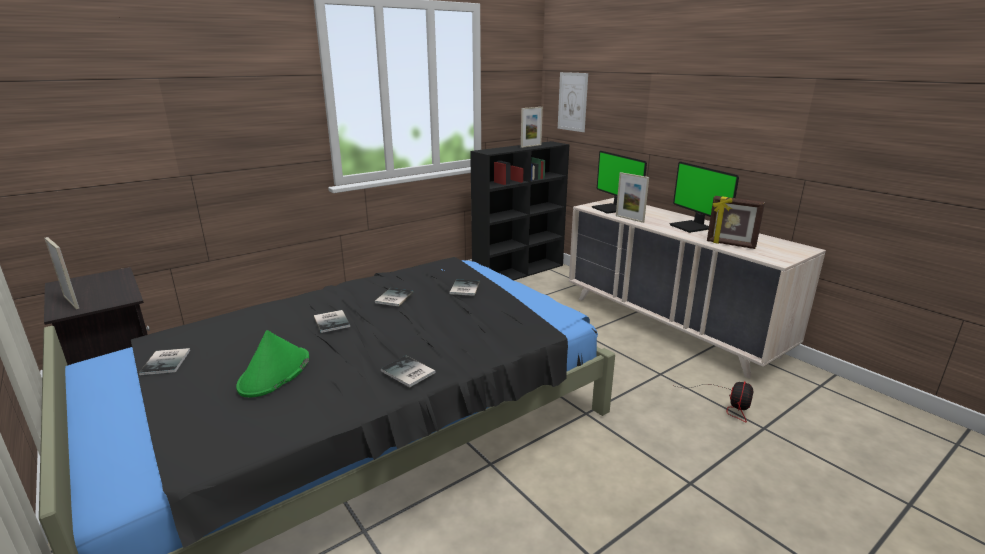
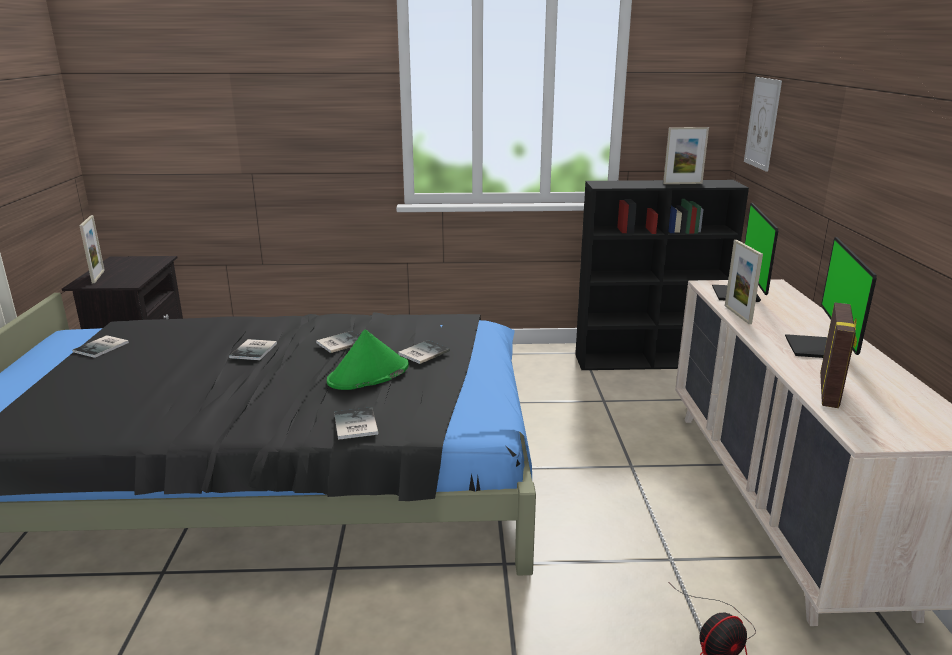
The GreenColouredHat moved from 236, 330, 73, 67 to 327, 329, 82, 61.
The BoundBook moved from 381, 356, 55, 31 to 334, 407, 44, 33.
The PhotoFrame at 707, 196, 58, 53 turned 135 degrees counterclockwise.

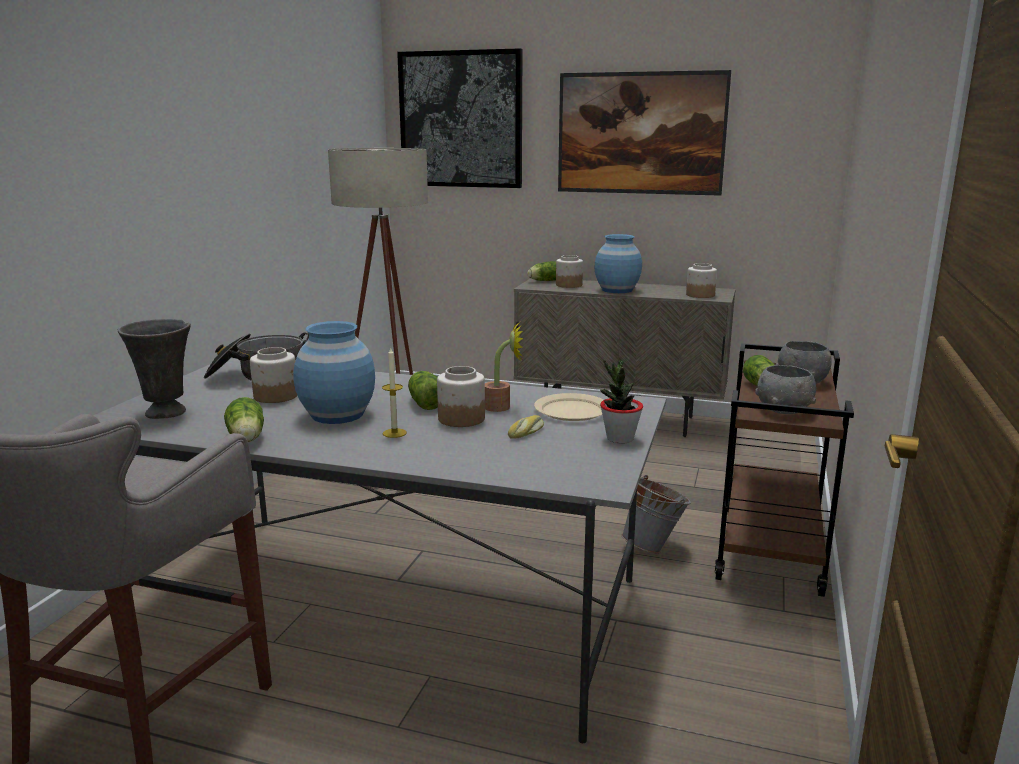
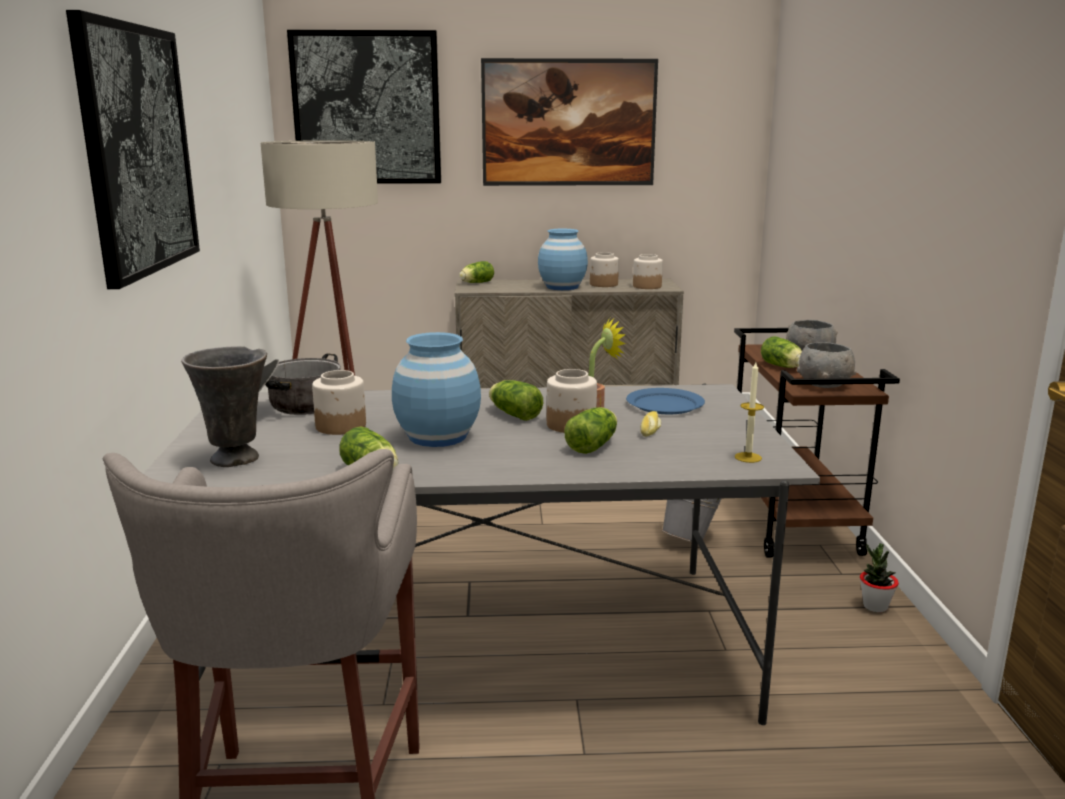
The WaxCandle moved from 382, 348, 25, 90 to 735, 362, 29, 101.
The BeigeDinnerPlate at 534, 393, 70, 28 became the BluishDinnerPlate at 626, 388, 79, 26.
The Jar moved from 556, 255, 27, 33 to 590, 252, 29, 35.
The PottedPlant moved from 600, 359, 43, 85 to 860, 543, 39, 70.
The WallPicture at 66, 10, 134, 279 appeared.
The Lettuce at 564, 407, 53, 47 appeared.

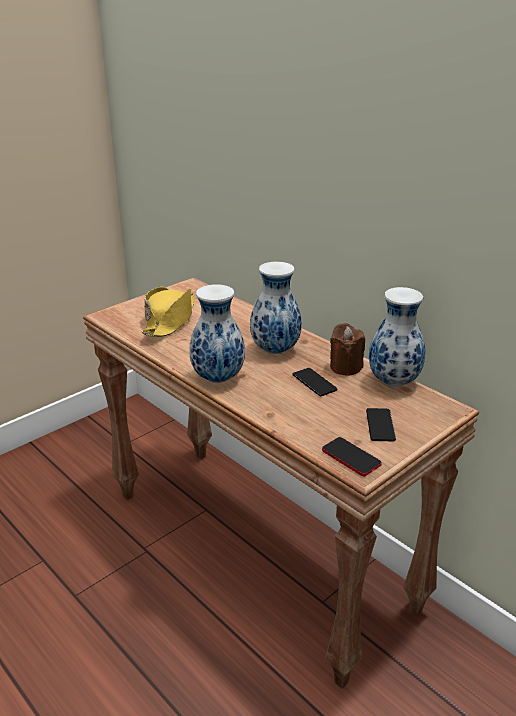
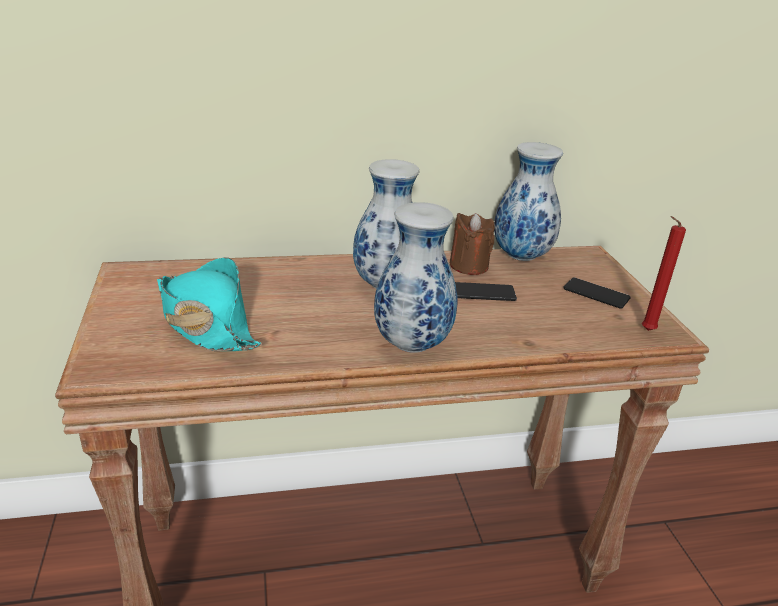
The YellowishHat at 141, 287, 54, 50 became the TurquoiseHat at 157, 257, 105, 94.
The Telephone at 322, 437, 60, 40 was replaced by the ReddishWaxCandle at 642, 216, 44, 115.

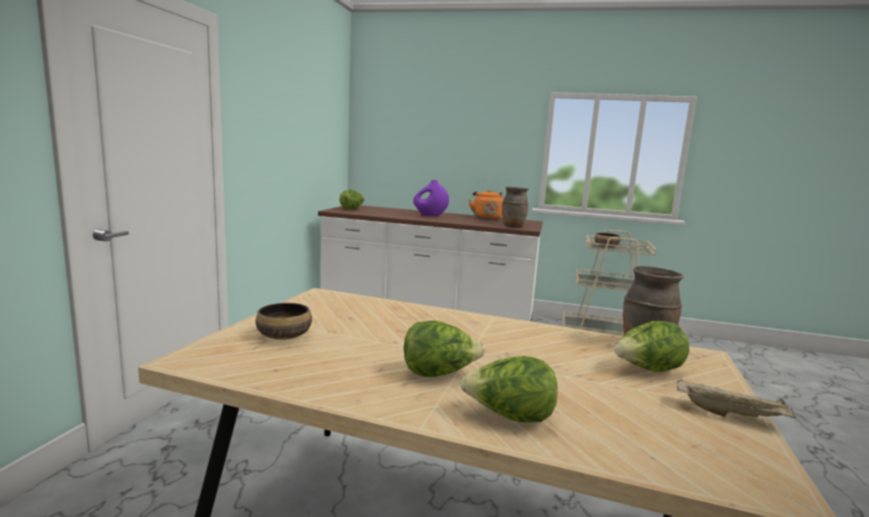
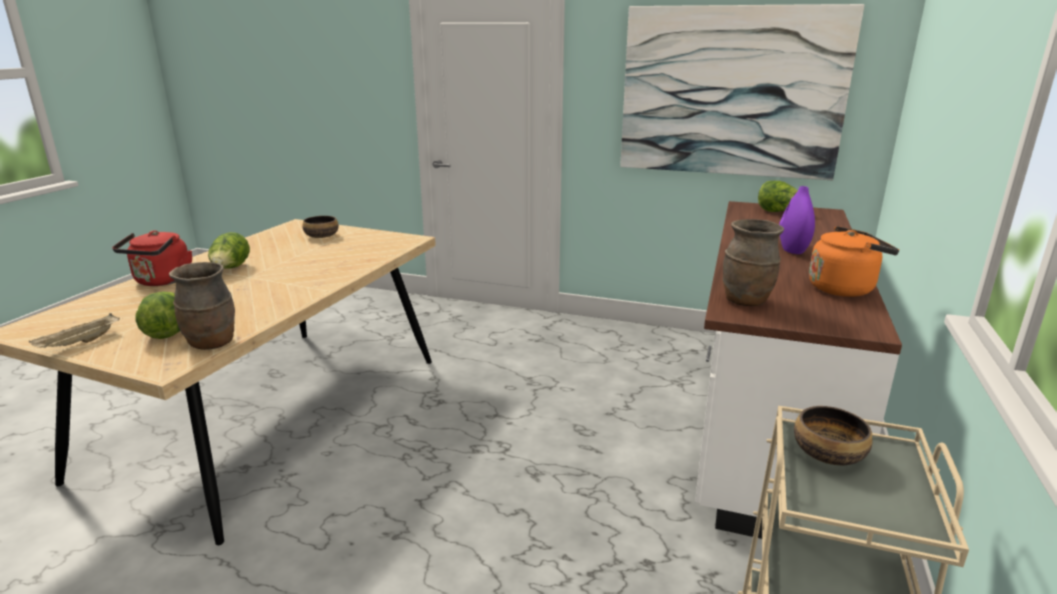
The Lettuce at 460, 356, 98, 66 was replaced by the ReddishTeaKettle at 112, 231, 80, 55.
The WallPicture at 620, 4, 244, 176 appeared.

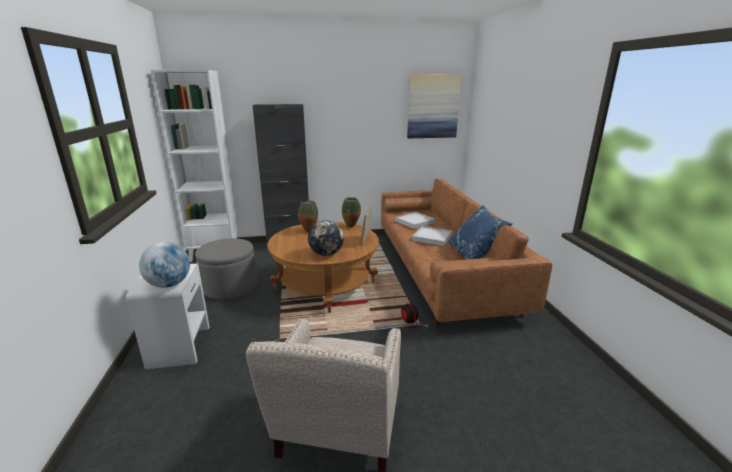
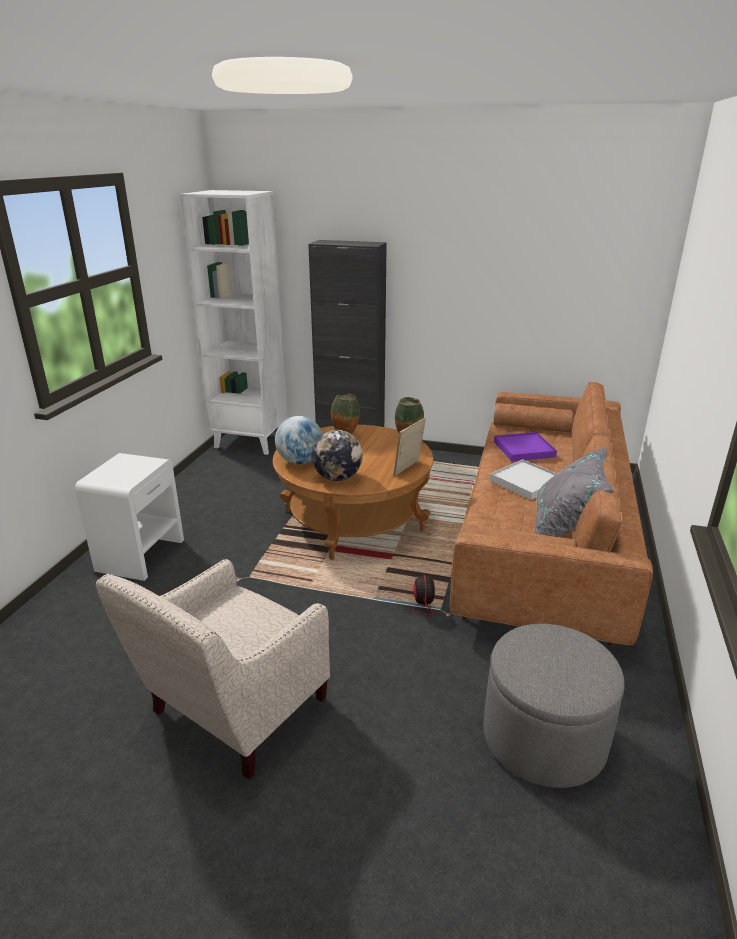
The Globe moved from 139, 242, 51, 46 to 275, 416, 47, 48.
The GreyOttoman moved from 195, 238, 62, 61 to 484, 624, 141, 164.
The WhiteColouredCarryingTray at 395, 212, 40, 17 became the PurpleColouredCarryingTray at 494, 432, 63, 29.
The WallPicture at 407, 74, 54, 64 disappeared.
The BluishCushion at 448, 205, 64, 55 became the GreyCushion at 535, 446, 79, 91.

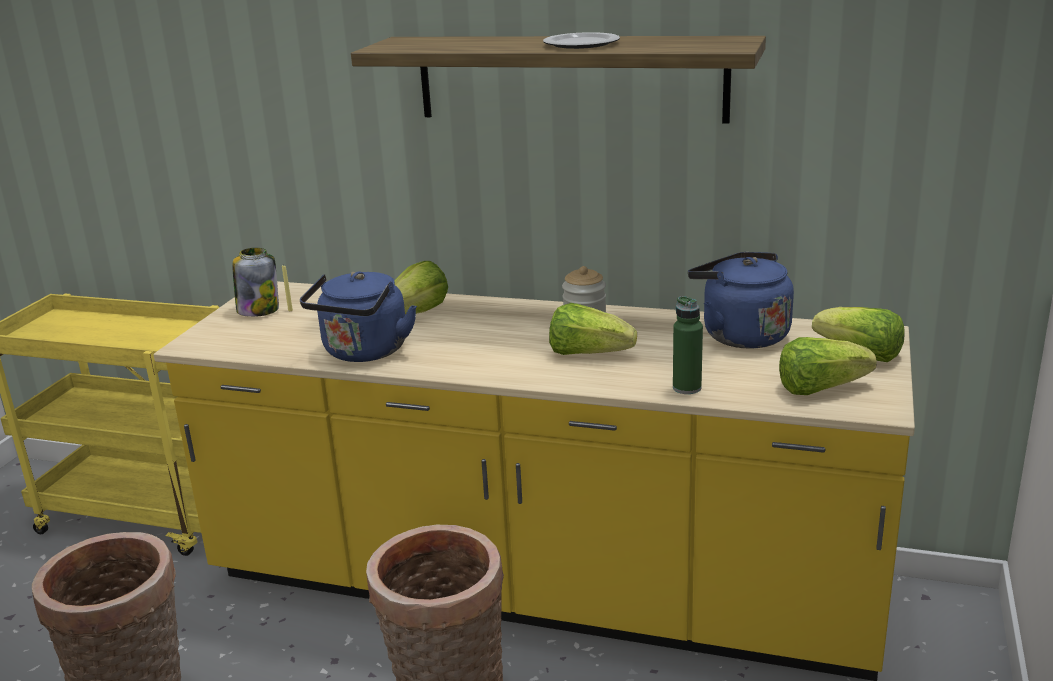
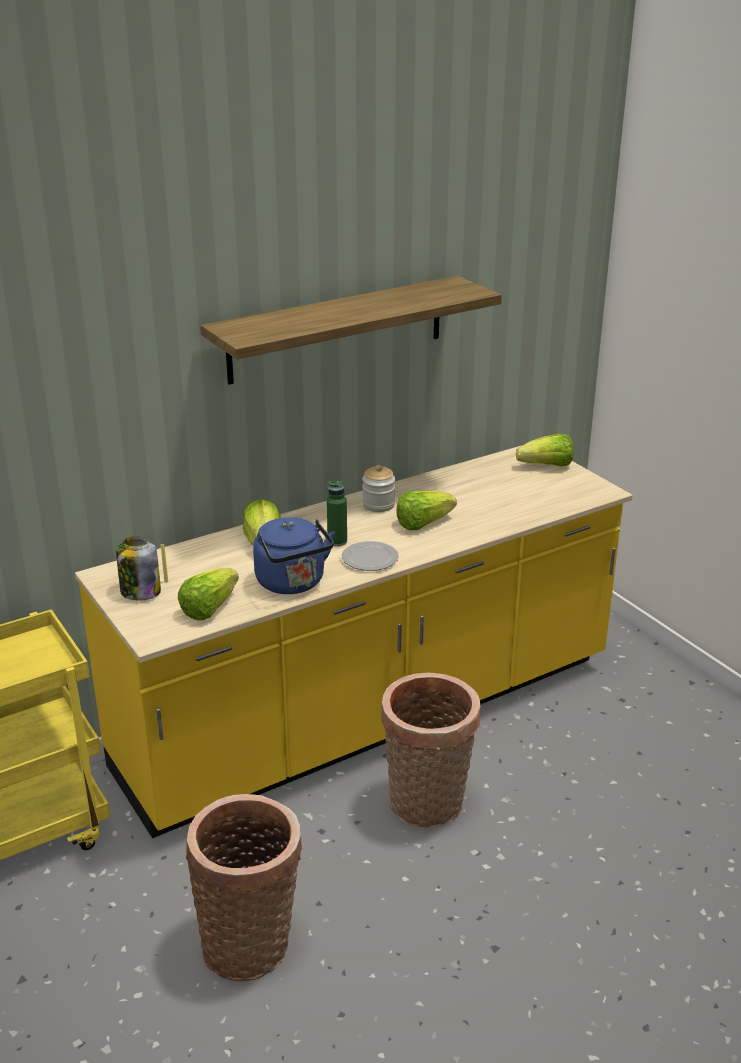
The DinnerPlate moved from 543, 32, 77, 17 to 342, 541, 57, 30.
The GreenColouredDrinkBottle moved from 673, 296, 30, 98 to 327, 481, 20, 65.
The BluishTeaKettle at 688, 252, 106, 97 disappeared.
The Lettuce moved from 779, 337, 98, 58 to 178, 568, 61, 52.

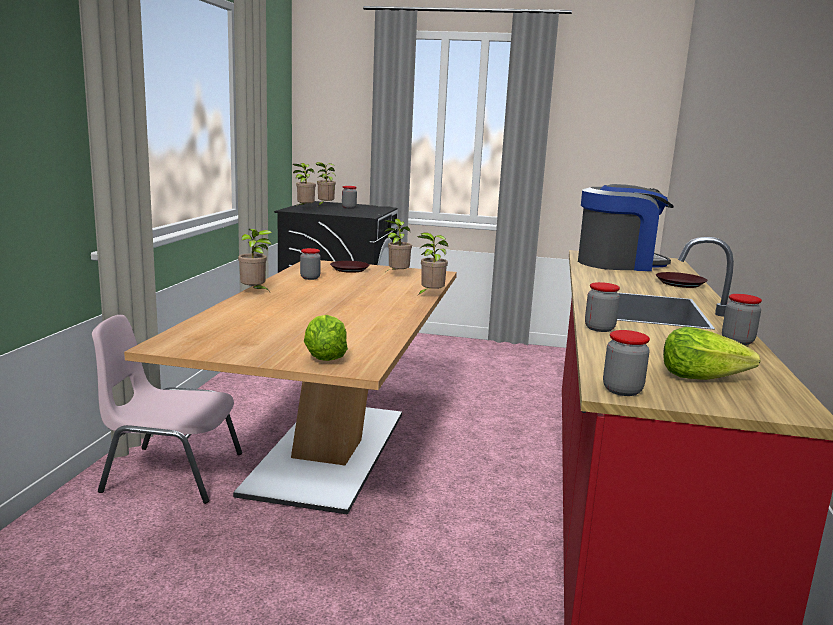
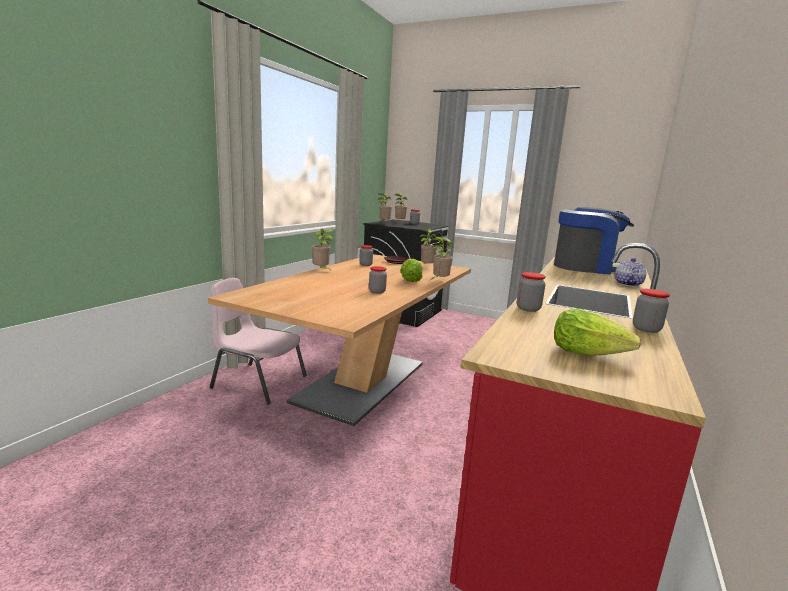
The Lettuce moved from 304, 315, 44, 46 to 400, 259, 23, 23.
The Jar moved from 603, 330, 47, 66 to 369, 266, 18, 28.
The BrownishDinnerPlate at 656, 272, 51, 16 was replaced by the PotForTea at 615, 258, 31, 29.

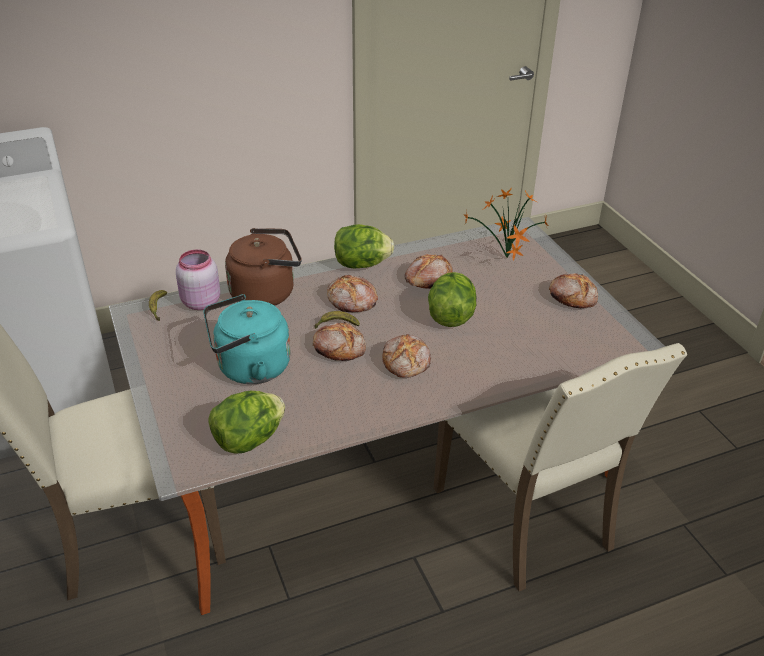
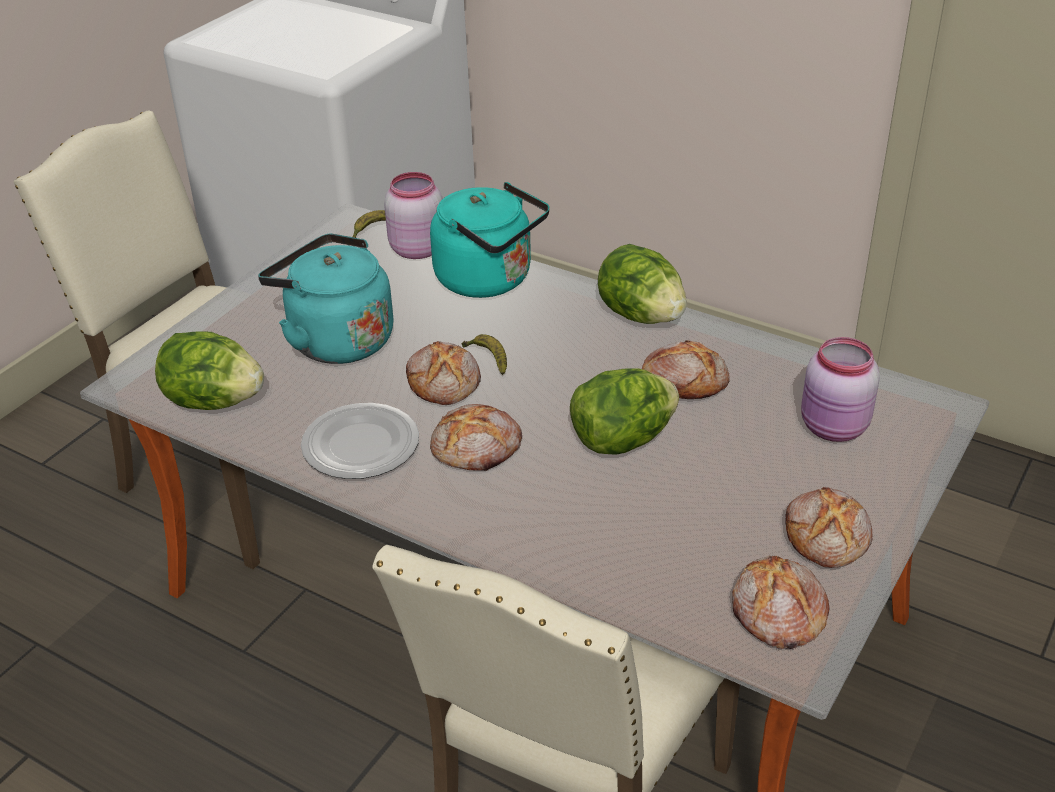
The BrownishTeaKettle at 225, 228, 77, 78 became the TurquoiseTeaKettle at 430, 182, 120, 116.
The Bread moved from 327, 275, 51, 37 to 732, 556, 98, 93.
The PottedPlant at 464, 189, 85, 71 was replaced by the PinkishJar at 801, 337, 79, 105.
The DinnerPlate at 301, 403, 118, 76 appeared.

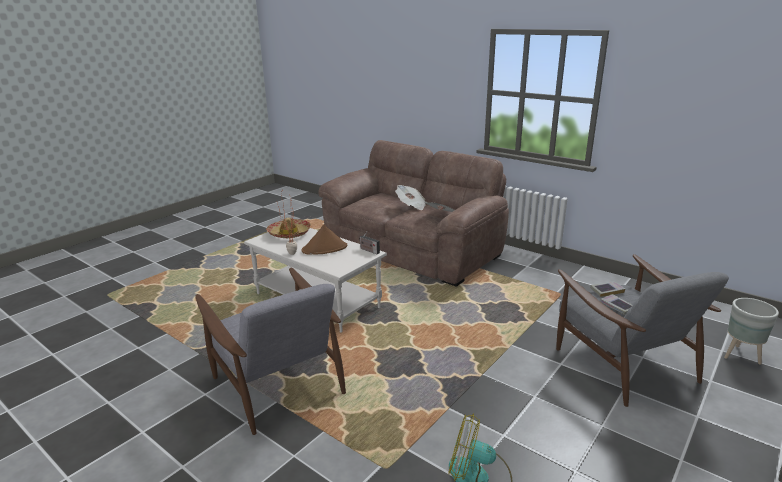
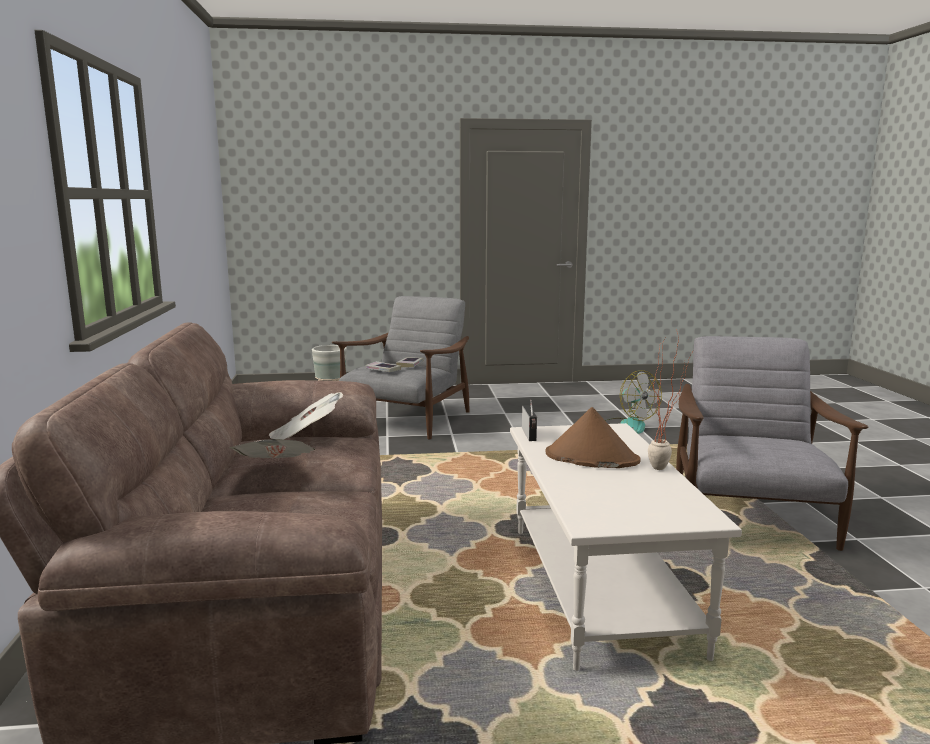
The Hat at 266, 218, 45, 20 disappeared.

